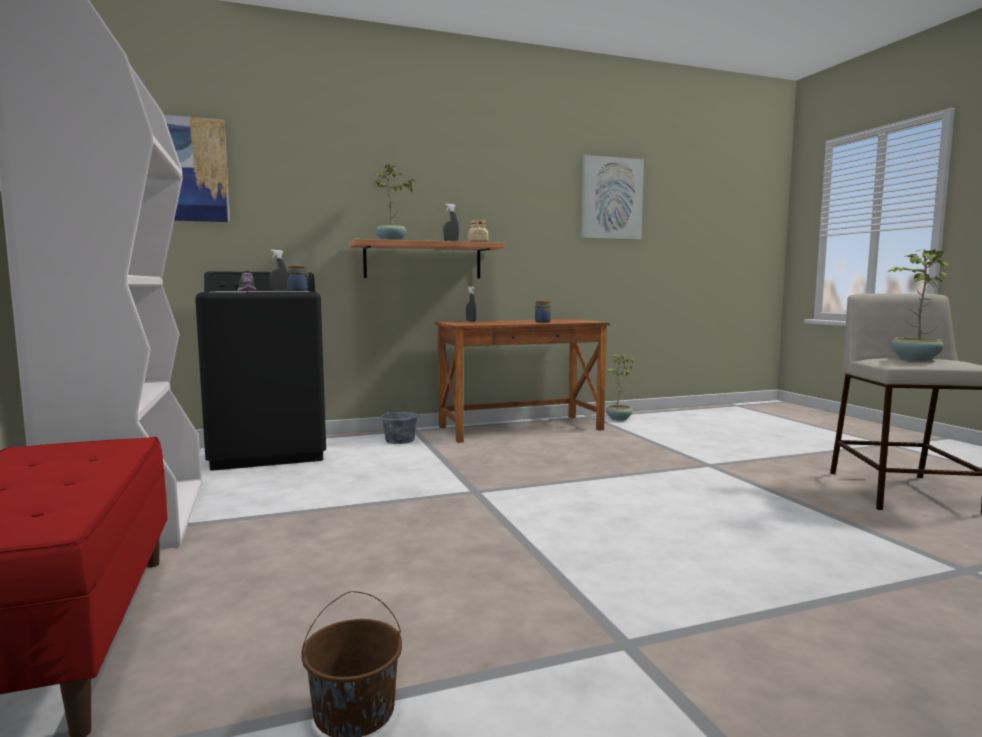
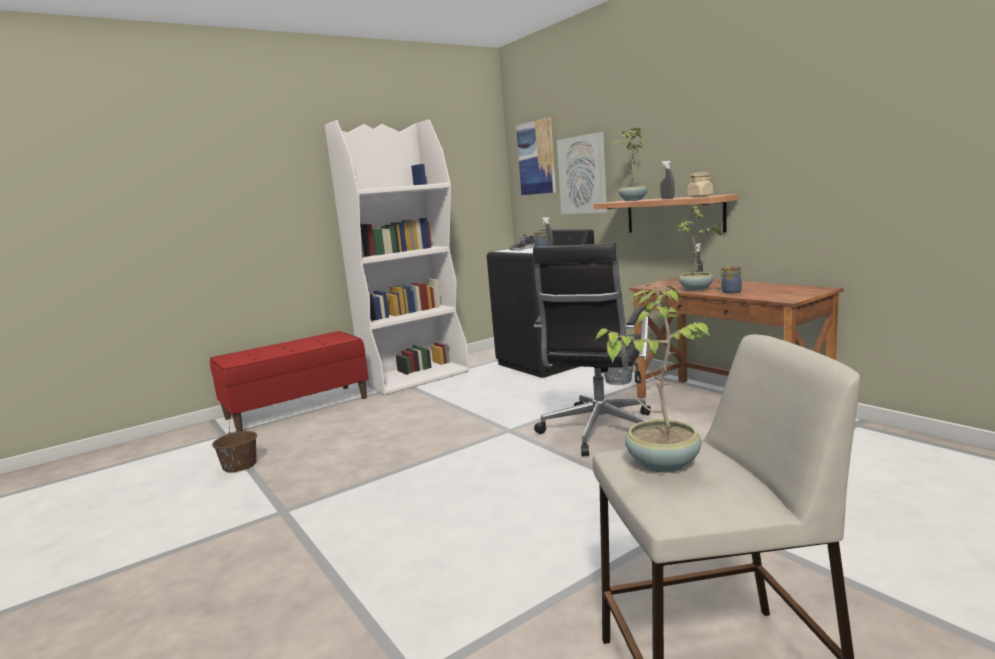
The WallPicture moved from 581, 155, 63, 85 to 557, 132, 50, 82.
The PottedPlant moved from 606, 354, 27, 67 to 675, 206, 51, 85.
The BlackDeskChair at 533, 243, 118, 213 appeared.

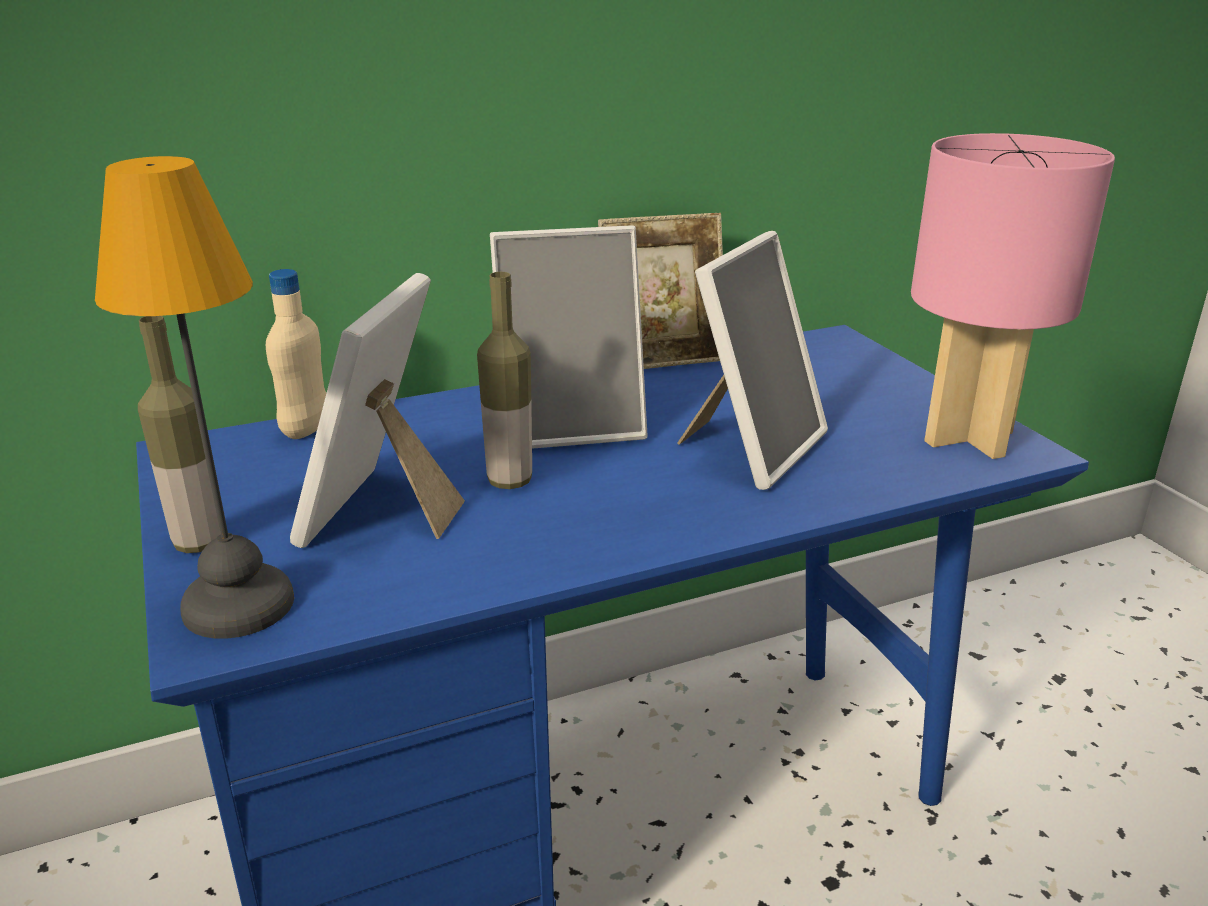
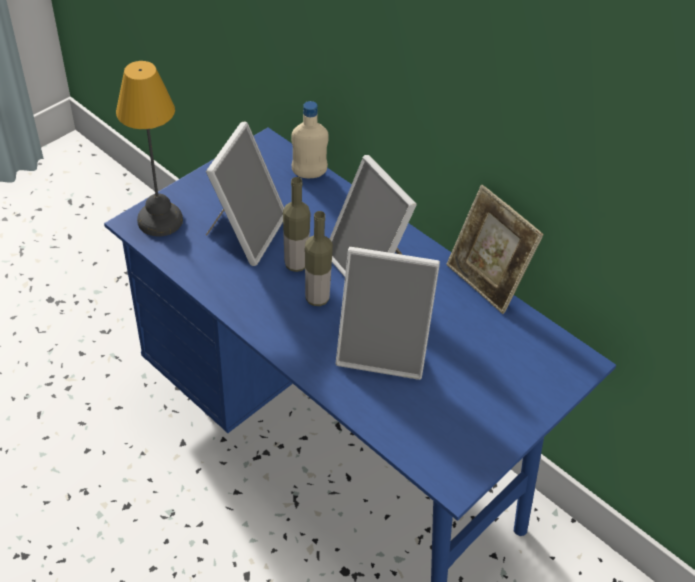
The DrinkBottle moved from 138, 316, 83, 237 to 305, 211, 28, 95.
The PhotoFrame at 290, 273, 175, 275 turned 120 degrees clockwise.
The PinkishTableLamp at 911, 133, 204, 326 disappeared.

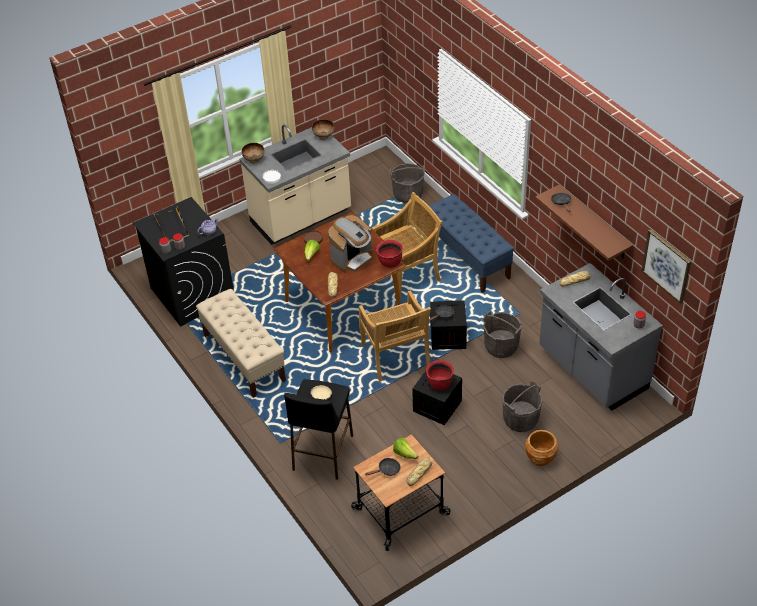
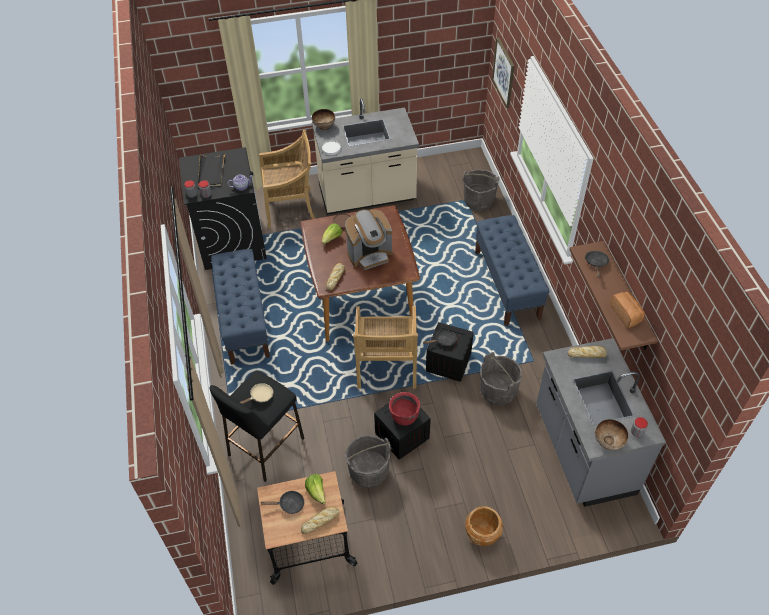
The BeigeIndoorBench at 196, 289, 90, 109 became the BluishIndoorBench at 211, 249, 59, 116.
The ServingBowl moved from 312, 119, 22, 21 to 595, 419, 34, 31.
The BeigePlainChair moved from 372, 192, 70, 106 to 259, 130, 56, 99.
The ReddishStockpot at 376, 240, 27, 28 disappeared.
The GreyPail moved from 502, 381, 41, 51 to 344, 434, 48, 54.
The WallPicture moved from 641, 229, 50, 75 to 492, 37, 23, 71.
The Bread at 610, 292, 35, 36 appeared.

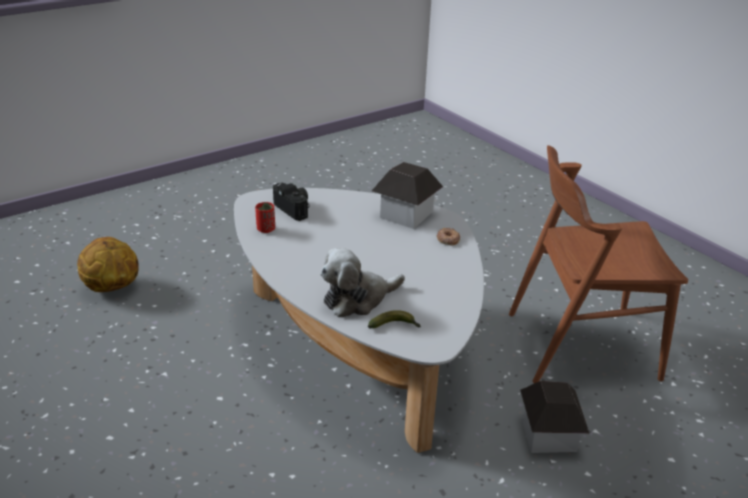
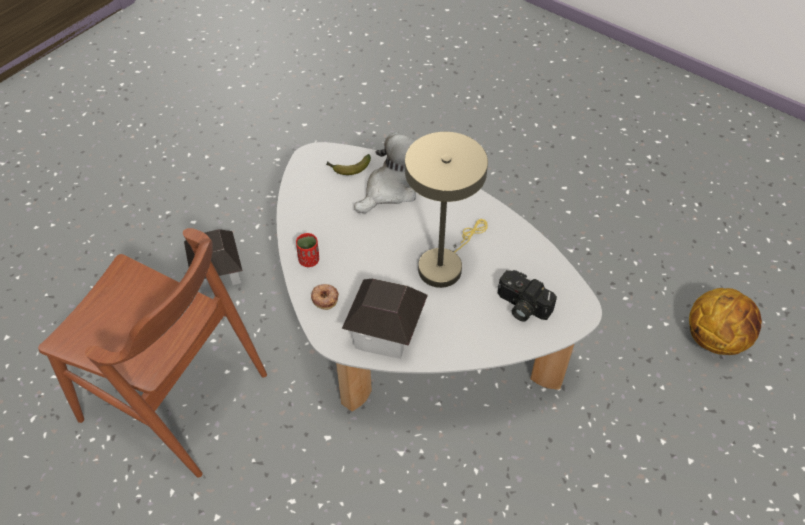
The ReddishCup moved from 255, 202, 20, 31 to 296, 233, 23, 34.
The BrownishPlainChair at 509, 145, 179, 238 turned 45 degrees clockwise.
The BeigeTableLamp at 405, 132, 83, 156 appeared.

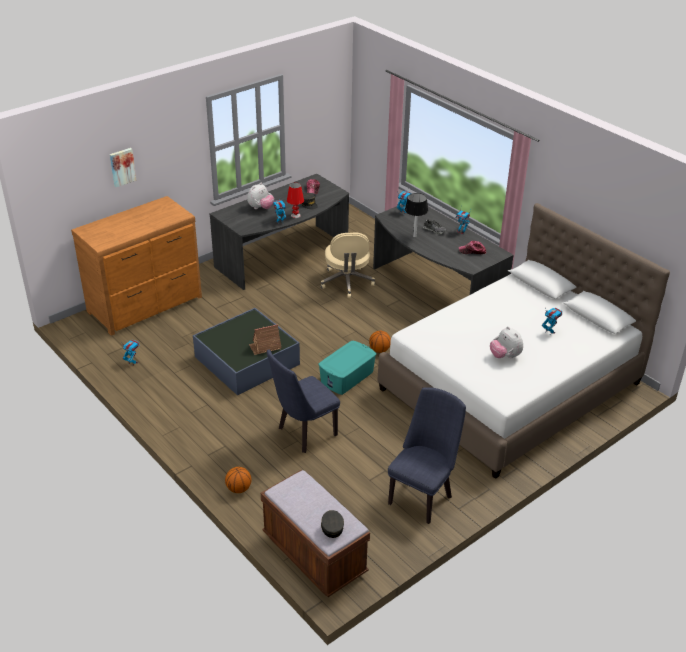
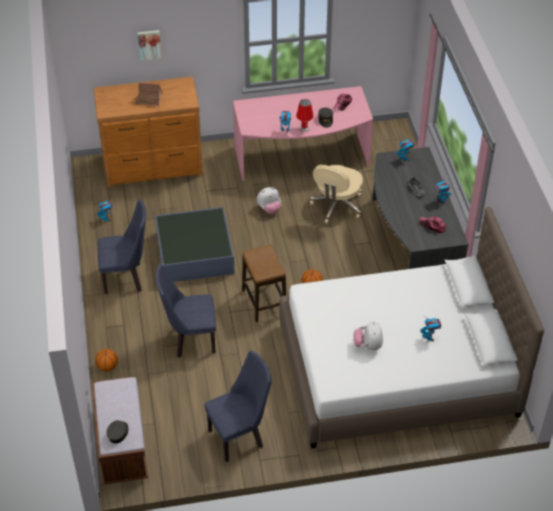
The GreyDesk at 210, 174, 139, 116 became the PinkishDesk at 233, 86, 140, 95.
The SoftToy moved from 247, 183, 27, 26 to 257, 187, 24, 27.
The ModelHouse moved from 249, 324, 33, 31 to 135, 82, 28, 24.
The TurquoiseStorageBin at 318, 341, 58, 54 was replaced by the StoolSeat at 242, 245, 44, 77.
The TableLamp at 405, 193, 23, 44 disappeared.
The BluishPlainChair at 98, 199, 48, 95 appeared.

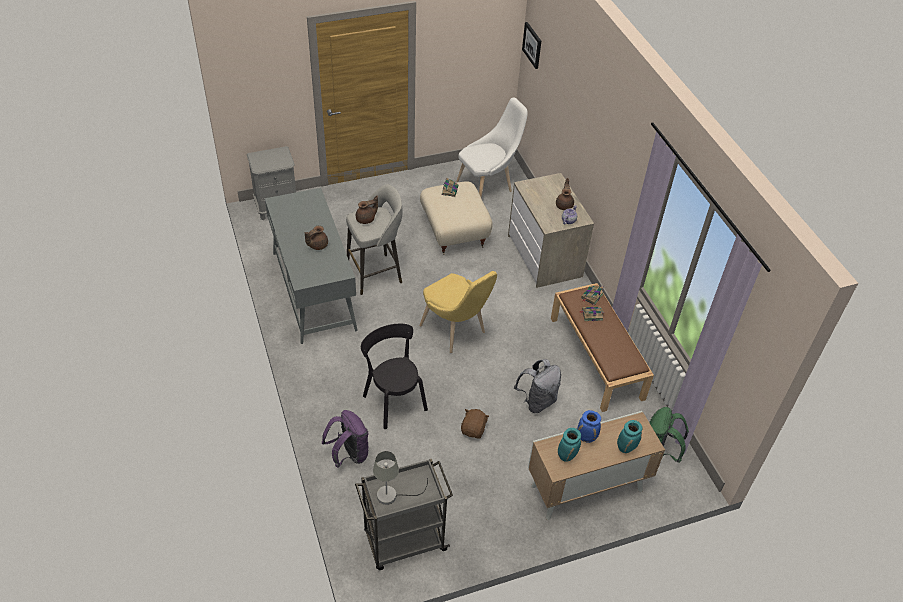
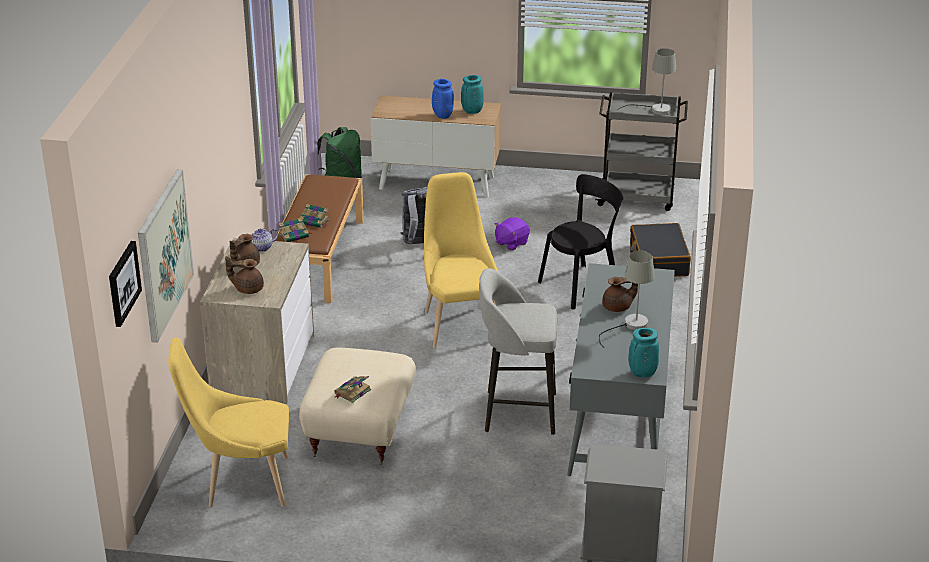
The PurpleColouredKnapsack at 322, 410, 47, 58 was replaced by the BlackTravelCase at 630, 223, 61, 54.
The BrownishPotForTea moved from 356, 196, 22, 28 to 225, 257, 39, 37.
The BlackPlainChair at 361, 324, 67, 105 turned 120 degrees counterclockwise.
The WhiteColouredPlainChair at 456, 97, 72, 100 became the YellowishPlainChair at 168, 338, 121, 169.
The BrownishSoftToy at 461, 409, 28, 30 became the PurpleColouredSoftToy at 495, 217, 35, 34.
The TurquoiseVase moved from 617, 420, 26, 33 to 628, 328, 31, 50.
The WallPicture at 138, 170, 56, 173 appeared.
The GreyTableLamp at 599, 251, 56, 97 appeared.

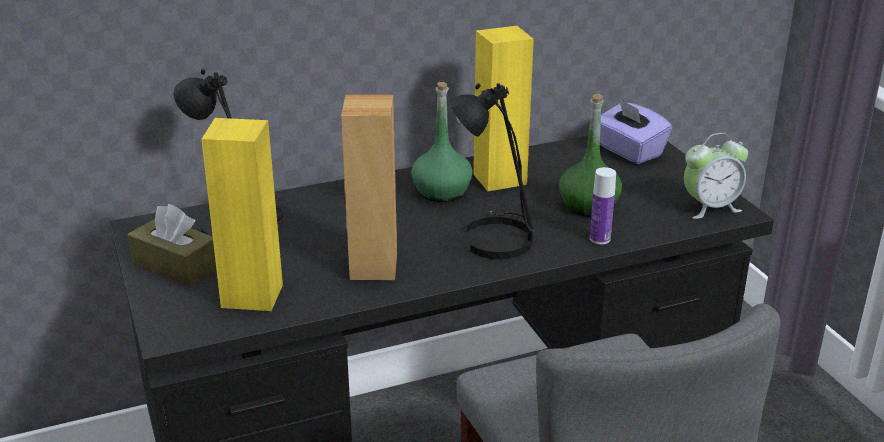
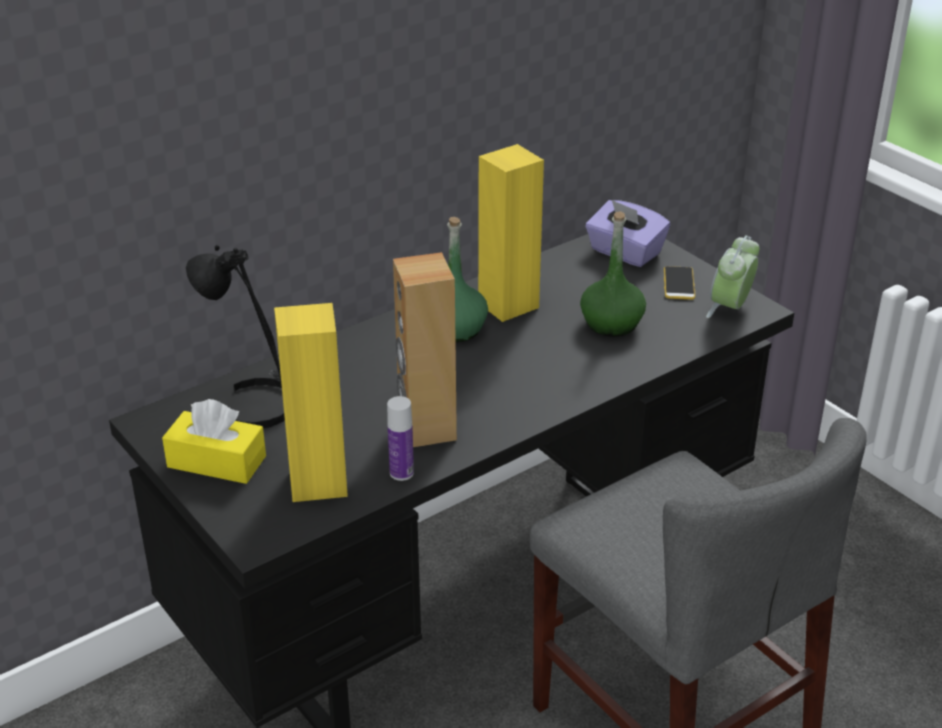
The BrownishBoxOfTissues at 128, 204, 88, 83 became the YellowishBoxOfTissues at 162, 399, 104, 85.
The BlackTableLamp at 449, 83, 85, 176 disappeared.
The DrinkBottle moved from 590, 167, 26, 77 to 387, 396, 27, 85.
The TableClock at 684, 133, 64, 86 turned 150 degrees clockwise.
The Telephone at 664, 266, 31, 34 appeared.

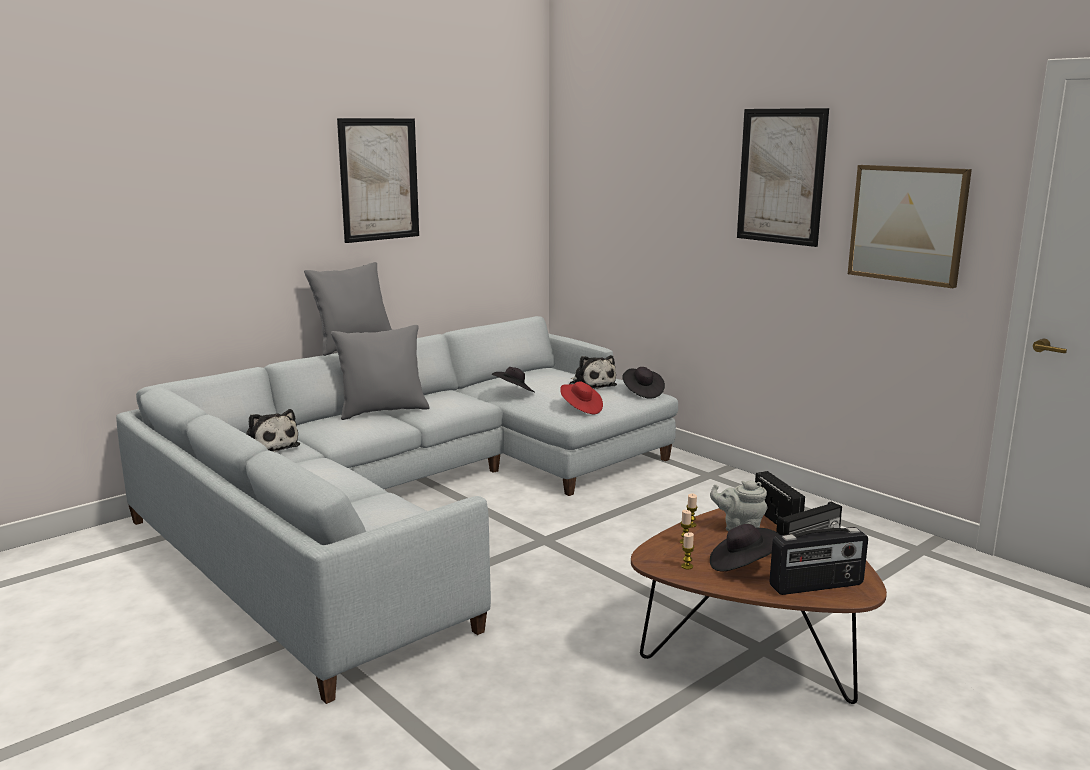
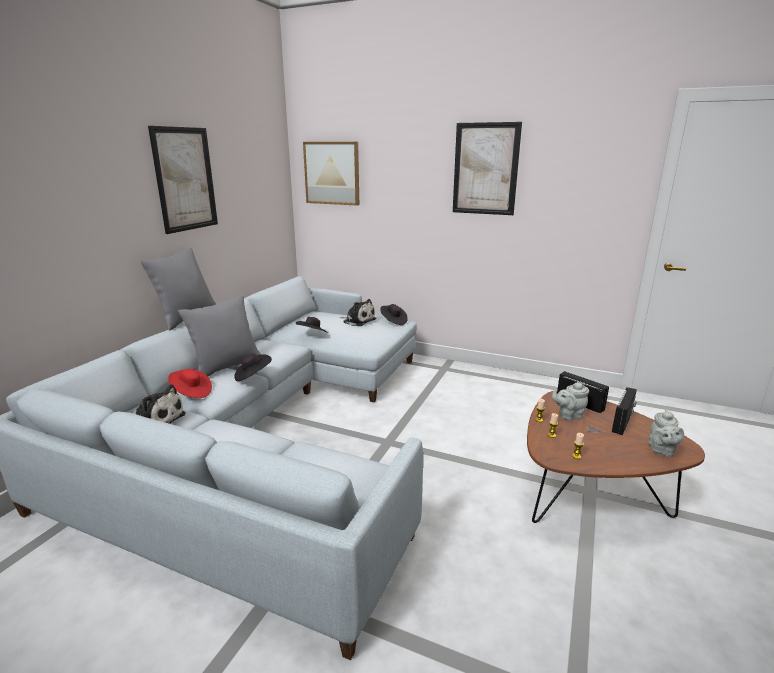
The ReddishHat moved from 560, 381, 43, 33 to 168, 369, 44, 29.
The BlackHat moved from 710, 524, 70, 47 to 234, 353, 38, 28.
The RadioReceiver at 769, 527, 99, 68 was replaced by the GreyPotForTea at 648, 409, 36, 48.
The WallPicture moved from 848, 165, 124, 123 to 303, 142, 56, 64.

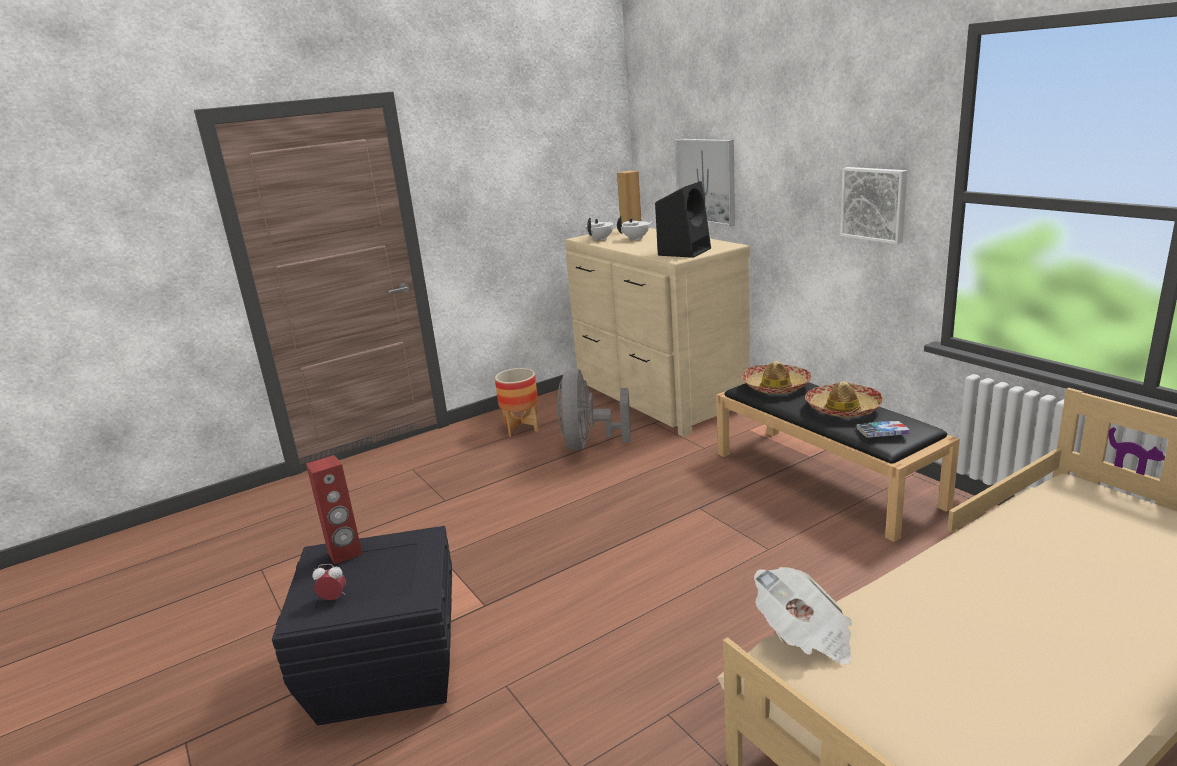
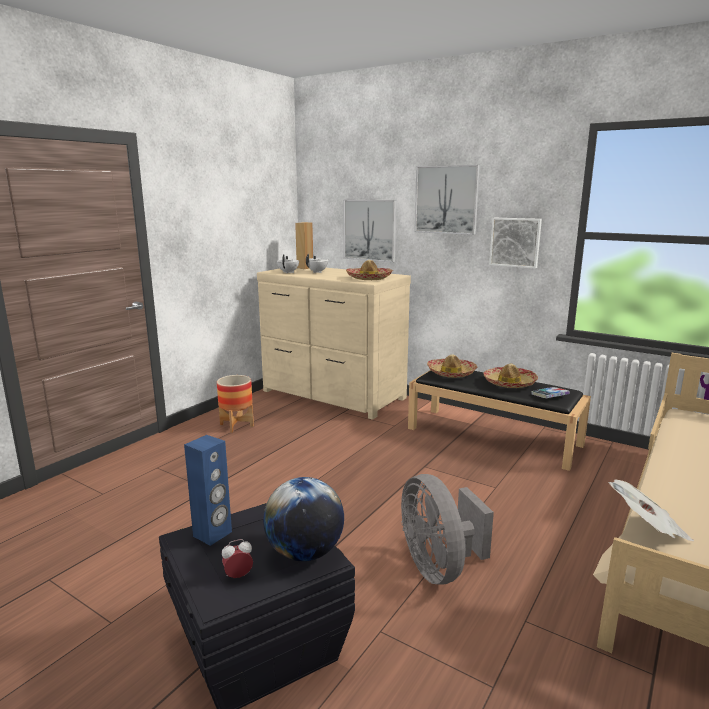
The ReddishLoudspeaker at 306, 455, 56, 110 became the BluishLoudspeaker at 184, 435, 48, 111.
The GreyElectricFan moved from 557, 368, 74, 82 to 401, 474, 93, 111.
The BlackLoudspeaker at 655, 181, 56, 77 was replaced by the Hat at 346, 260, 47, 20.
The Globe at 263, 477, 81, 84 appeared.
The WallPicture at 414, 165, 66, 70 appeared.

